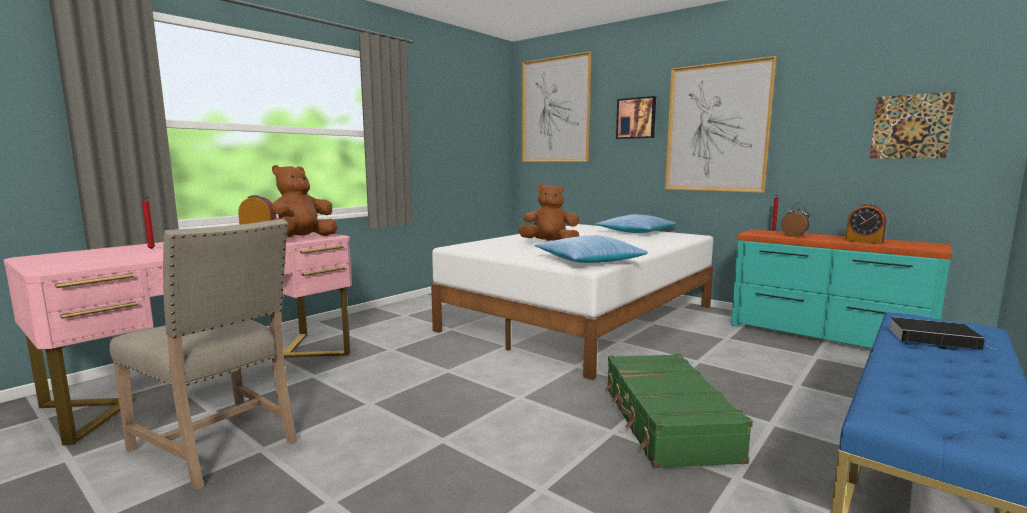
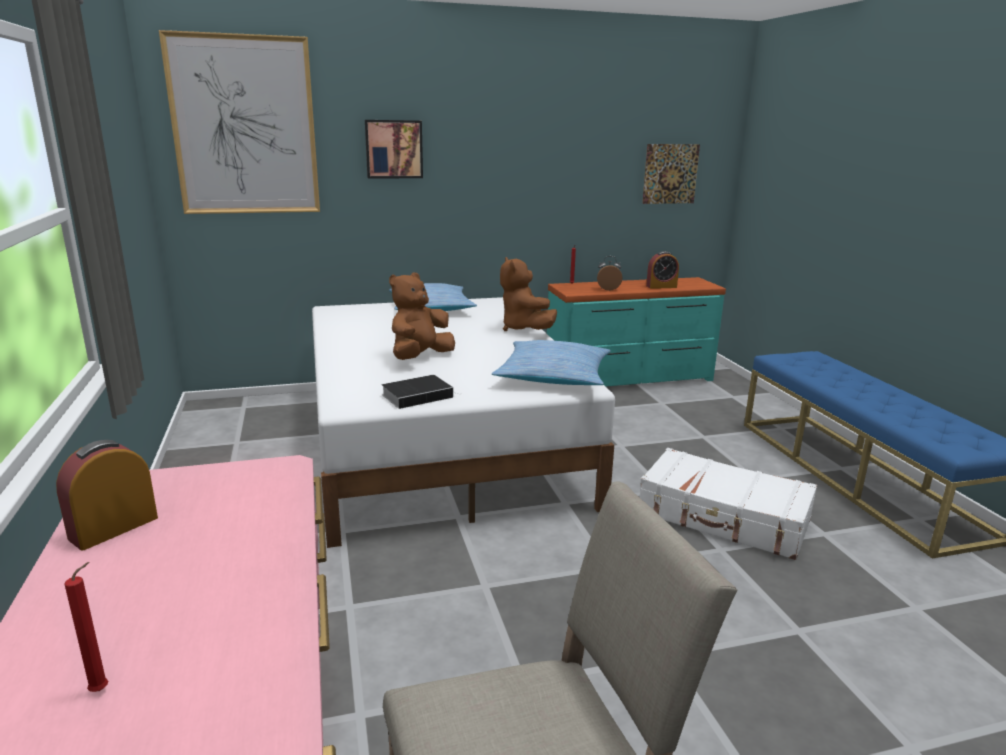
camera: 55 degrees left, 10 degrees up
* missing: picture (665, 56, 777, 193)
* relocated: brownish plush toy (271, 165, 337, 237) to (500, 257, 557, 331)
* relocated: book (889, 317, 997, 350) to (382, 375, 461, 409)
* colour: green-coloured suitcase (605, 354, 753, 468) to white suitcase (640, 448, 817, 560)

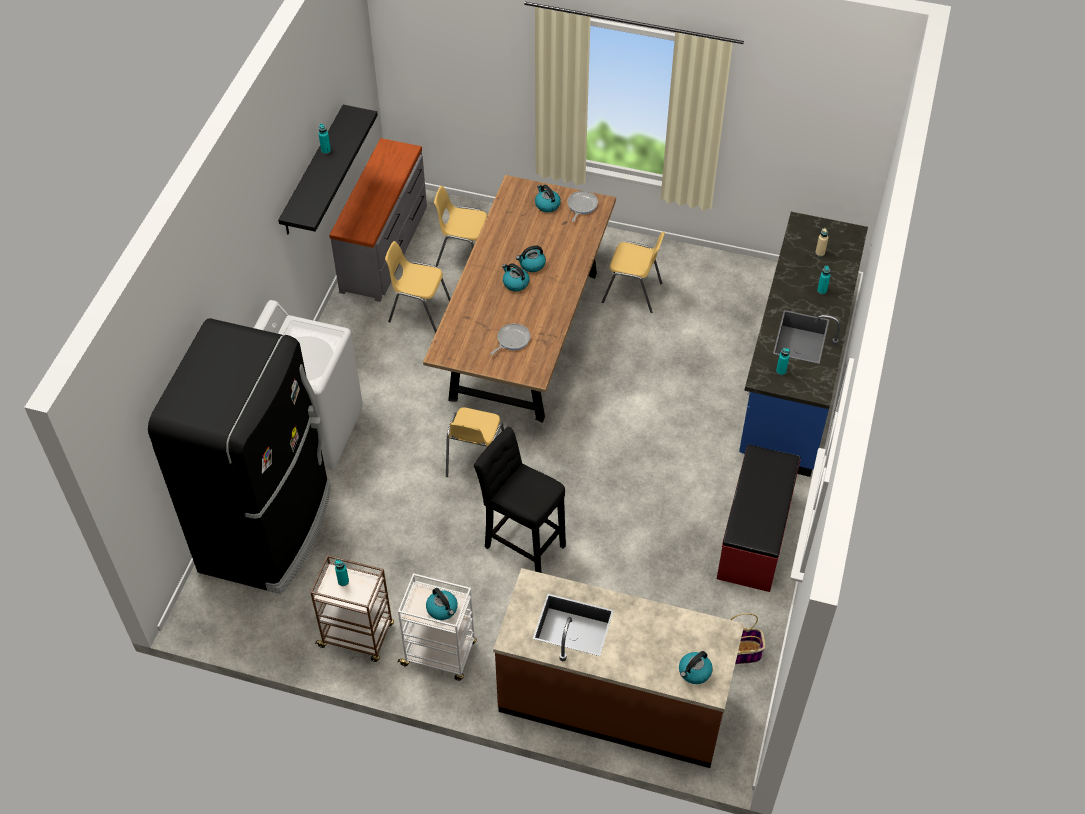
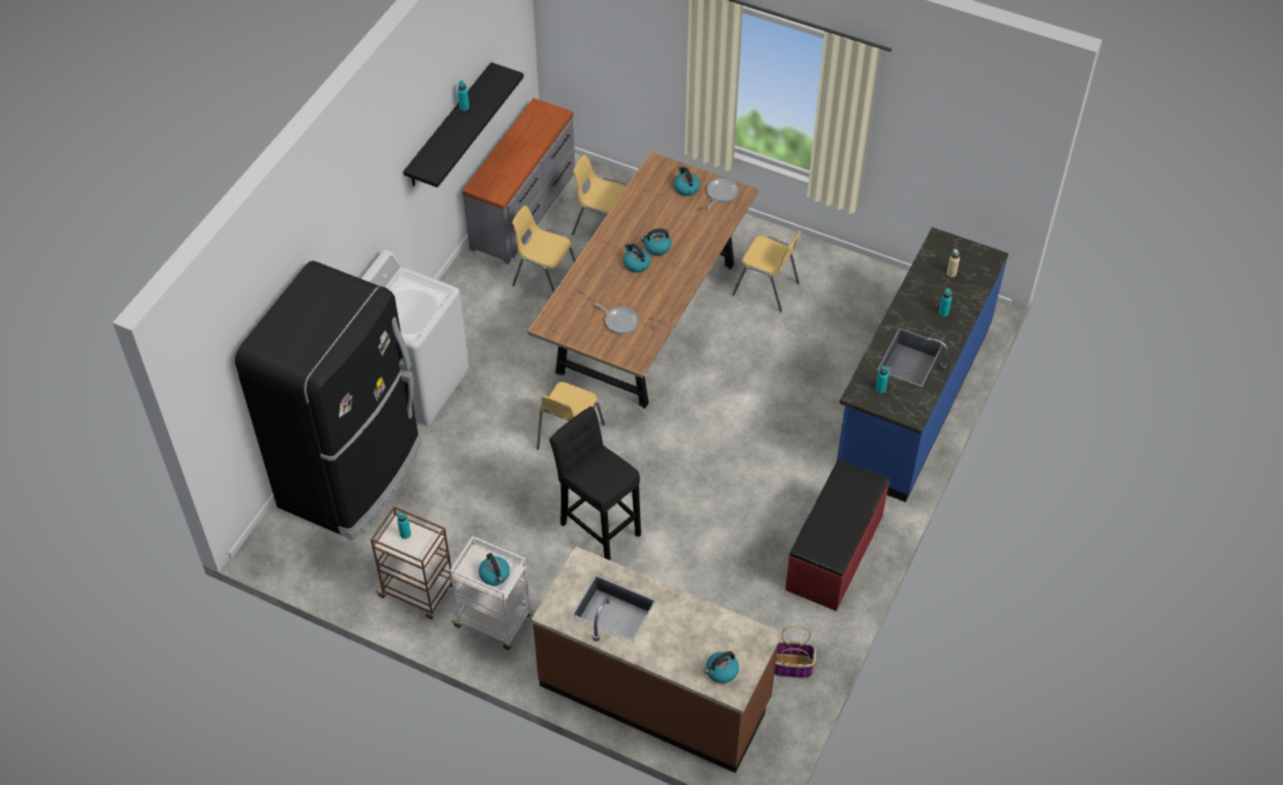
camera: 10 degrees right, 0 degrees up
* spun: skillet (490, 323, 531, 355) = (595, 303, 639, 334) 75 degrees clockwise

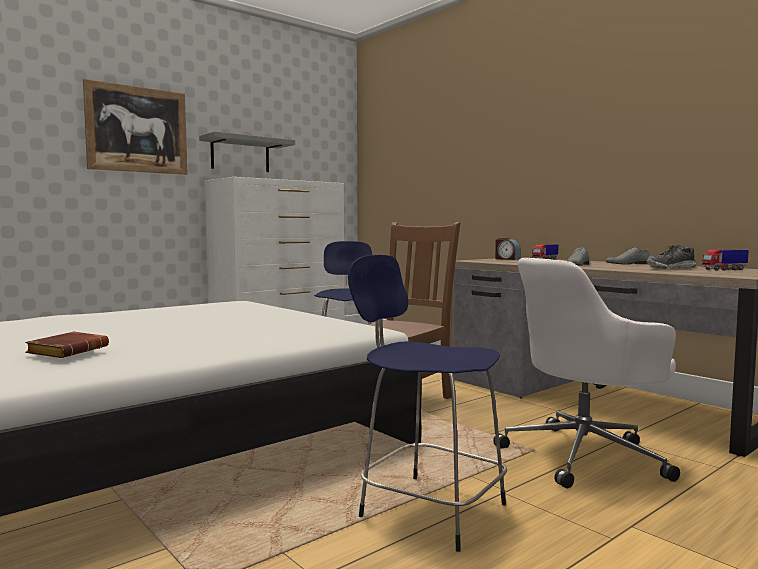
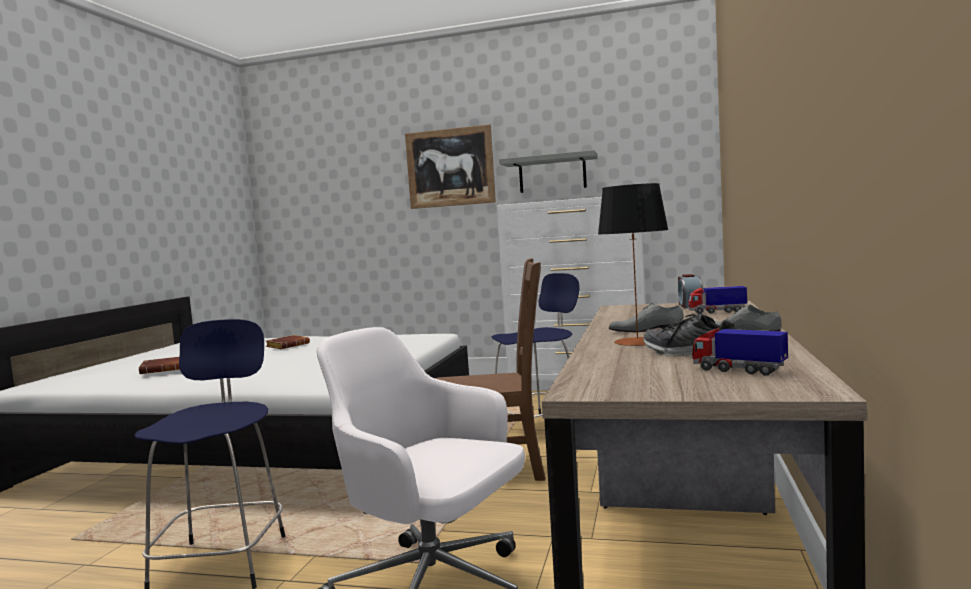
camera: 55 degrees right, 0 degrees up
* appeared: brownish book (266, 335, 310, 349)
* appeared: lamp for a table (598, 183, 668, 346)

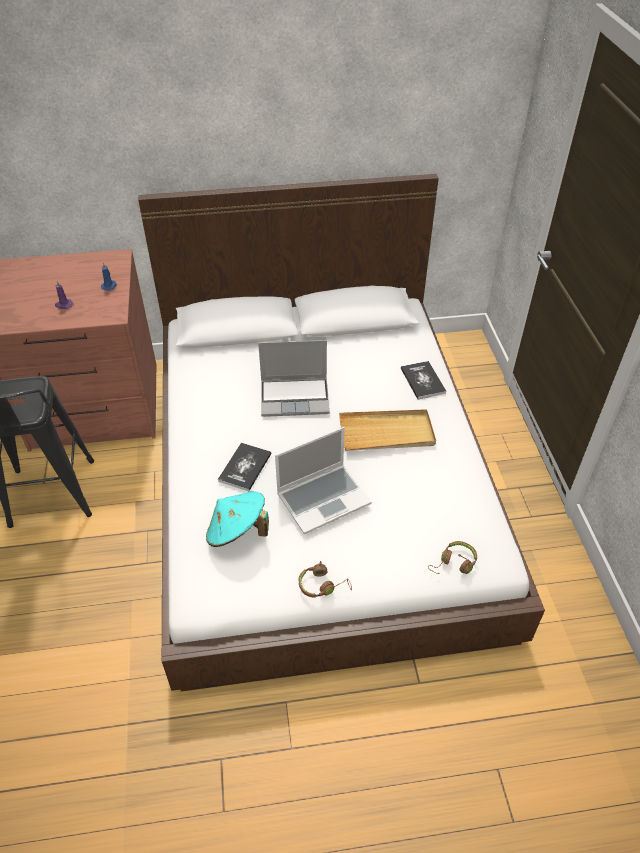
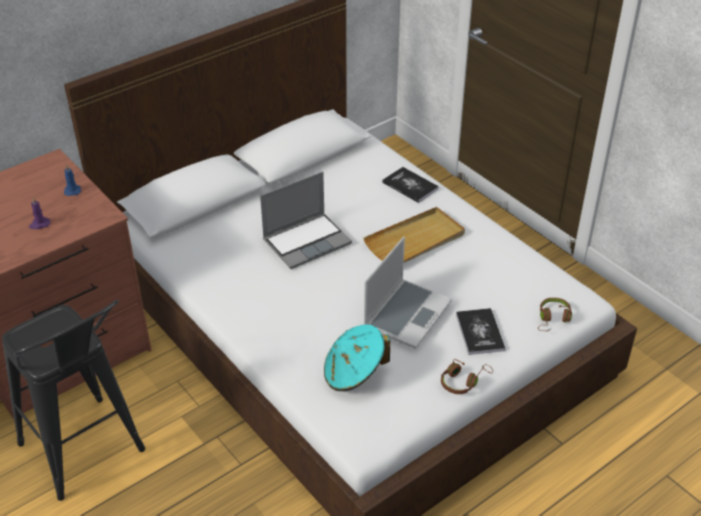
camera: 30 degrees left, 5 degrees down
* relocated: book (218, 443, 271, 492) to (456, 308, 505, 355)

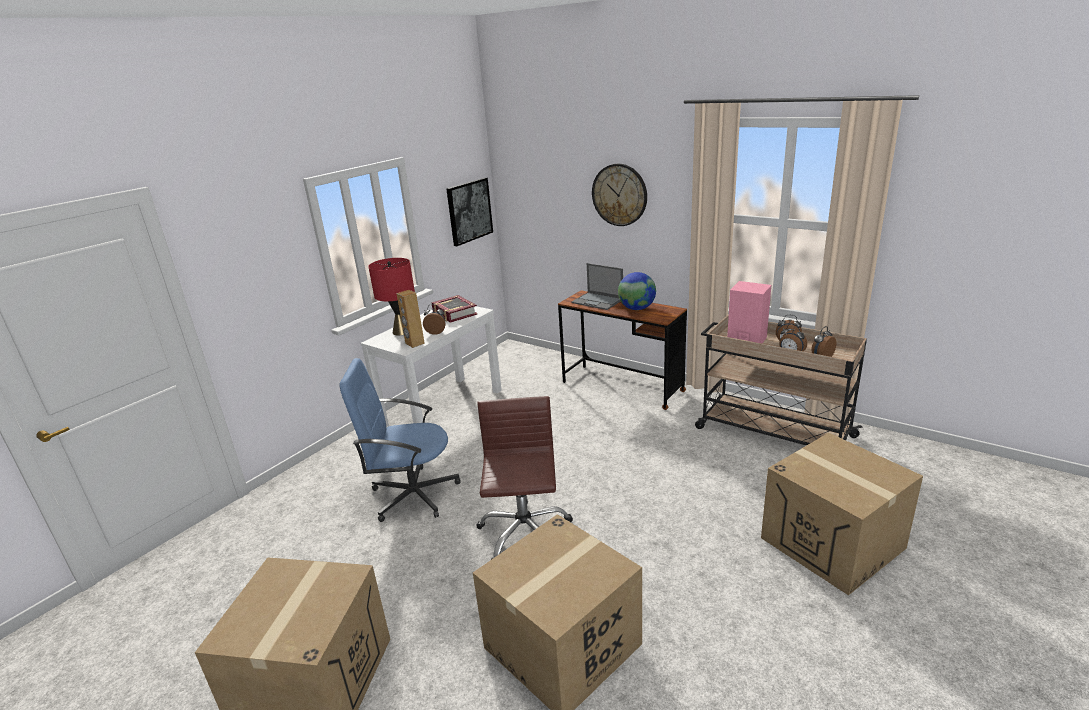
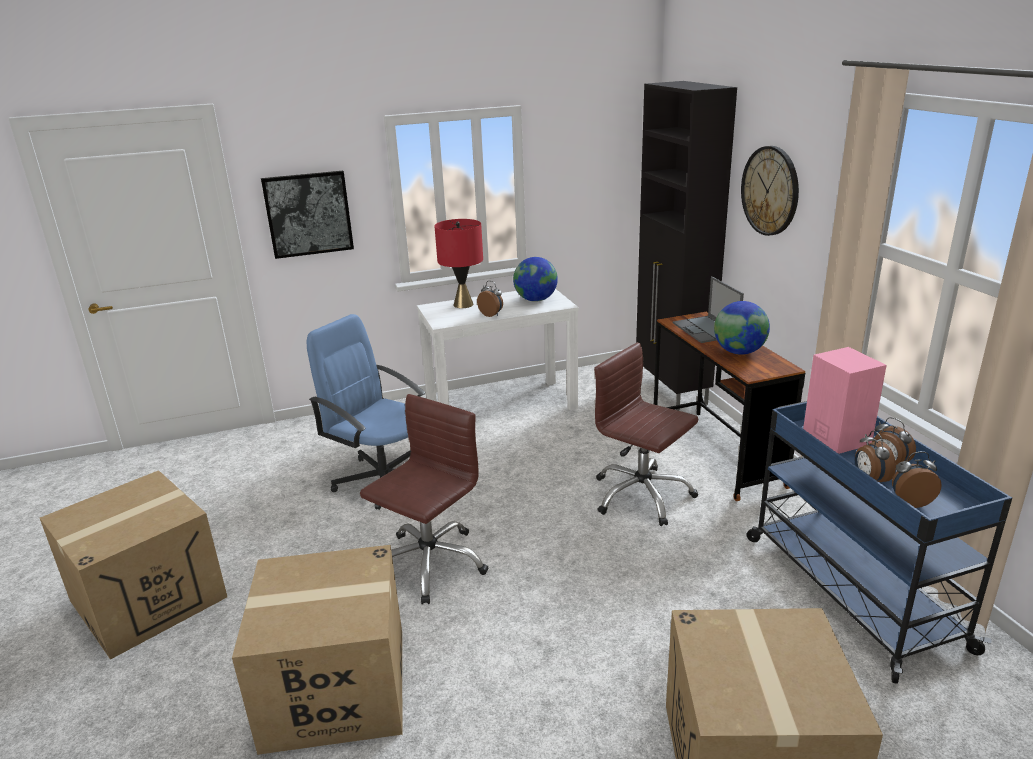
camera: 35 degrees right, 0 degrees up
* missing: brownish audio speaker (396, 290, 425, 348)
* appeared: brownish office chair (594, 342, 698, 526)
* appeared: black-coloured cabinet (636, 81, 737, 411)
* relocated: picture (446, 178, 493, 246) to (261, 171, 354, 259)
* exchanged: book (431, 295, 478, 323) to globe (513, 257, 558, 302)
* colour: sand-coloured trolley (695, 315, 867, 446) to bluish trolley (746, 401, 1012, 684)

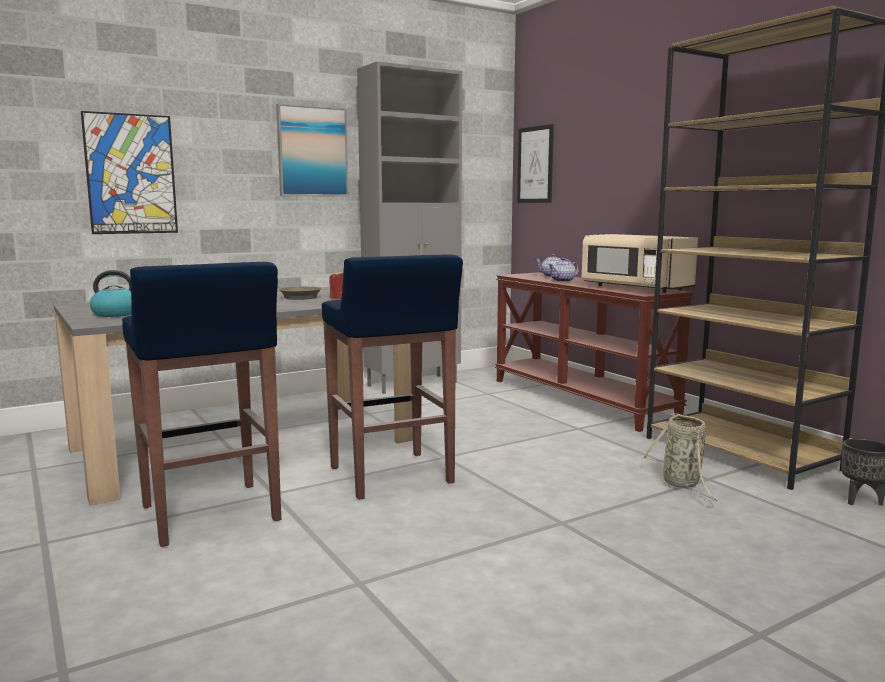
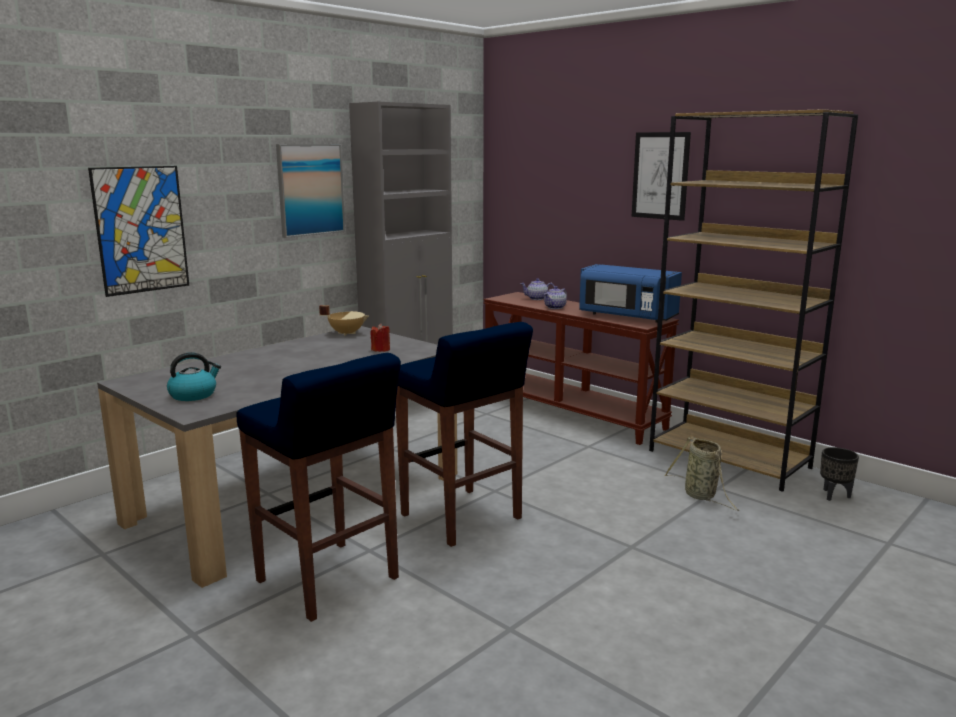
camera: 15 degrees left, 5 degrees up
* missing: brownish skillet (279, 287, 322, 300)
* appeared: sand-coloured stockpot (319, 305, 369, 336)
* relocated: picture (517, 124, 554, 203) to (632, 132, 691, 221)
* colour: sand-coloured microwave (582, 234, 698, 293) to bluish microwave (579, 264, 682, 323)

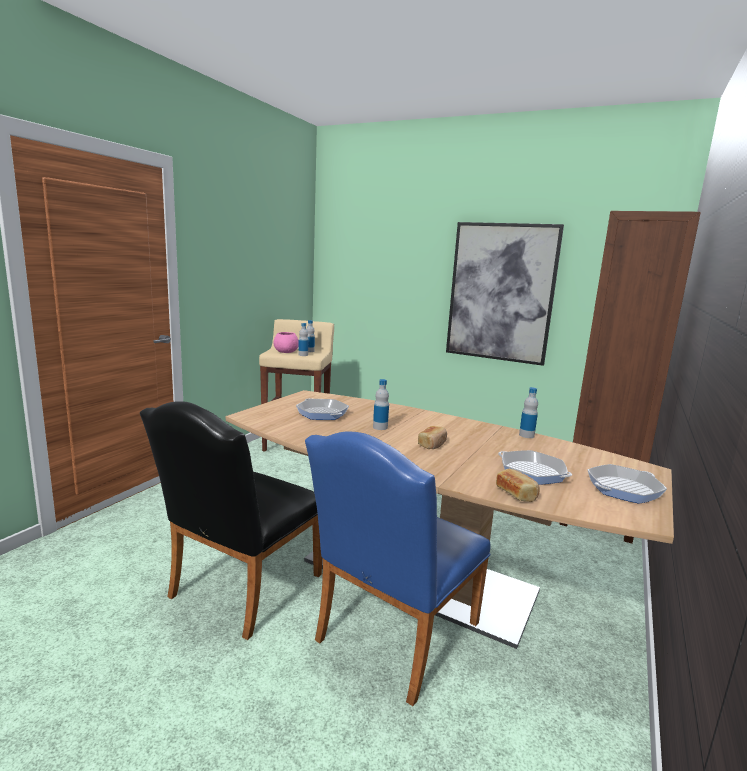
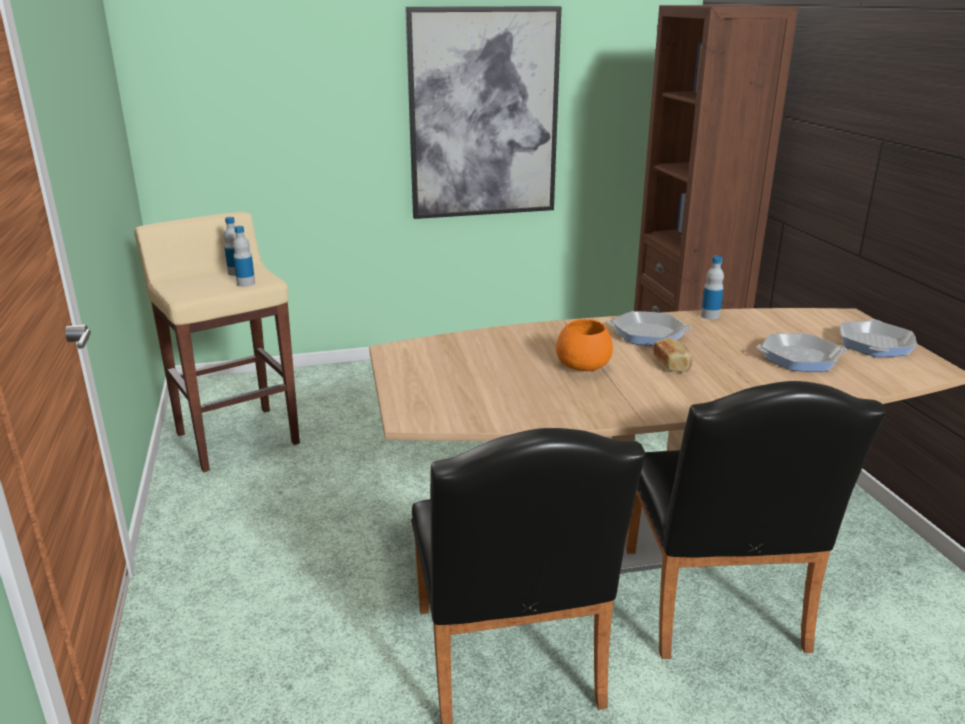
camera: 40 degrees left, 10 degrees up
* missing: pink-coloured bowl (274, 332, 299, 353)
* missing: bread (496, 469, 540, 502)
* relocated: skillet (296, 398, 349, 420) to (607, 311, 692, 346)
* exchanged: drink bottle (373, 379, 389, 430) to orange bowl (556, 319, 613, 371)
* colour: bluish chair (305, 432, 491, 706) to black-coloured chair (626, 381, 886, 659)

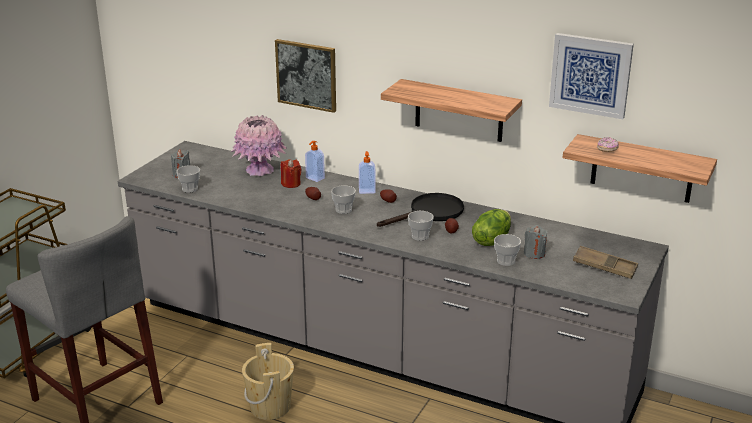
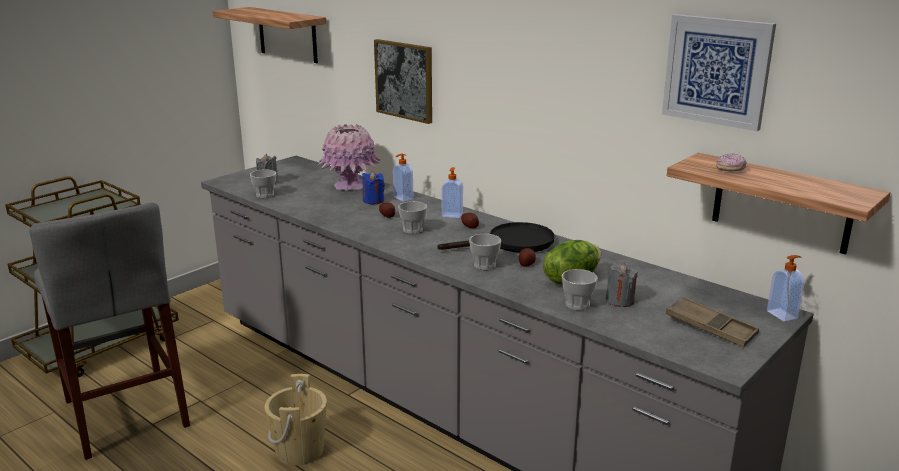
camera: 15 degrees right, 5 degrees down
* appeared: soap bottle (767, 255, 805, 321)
* relocated: wall shelf (381, 79, 522, 142) to (213, 7, 326, 63)
* colour: reddish wax candle (281, 159, 302, 188) to bluish wax candle (362, 171, 385, 204)

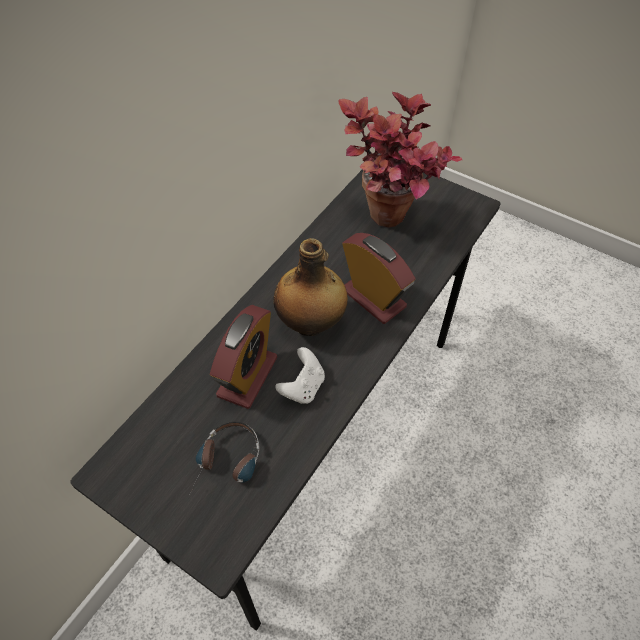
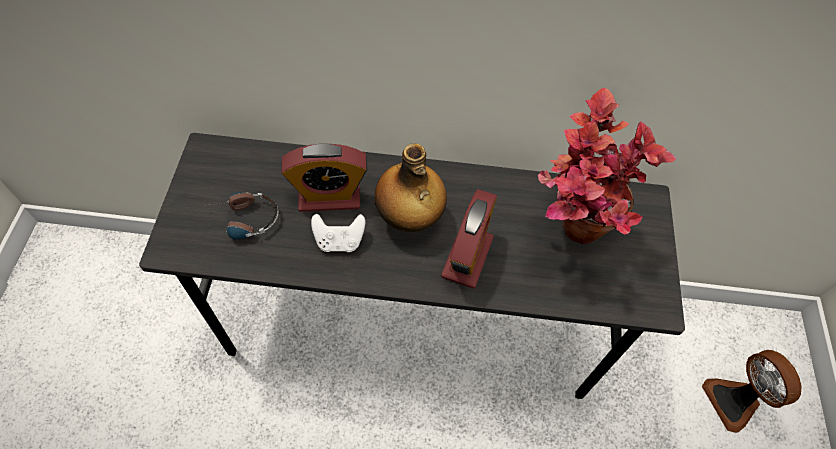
camera: 60 degrees right, 5 degrees up
* appeared: fan (702, 350, 802, 433)

